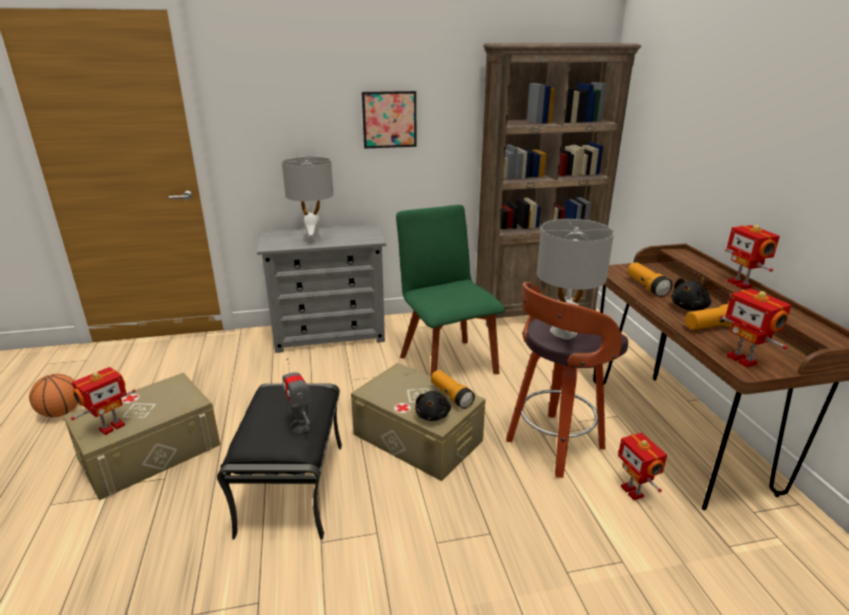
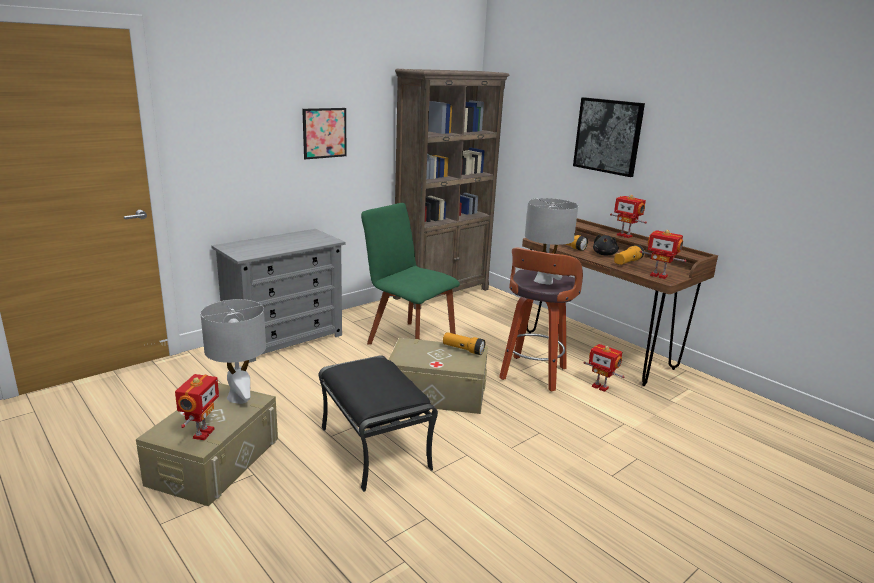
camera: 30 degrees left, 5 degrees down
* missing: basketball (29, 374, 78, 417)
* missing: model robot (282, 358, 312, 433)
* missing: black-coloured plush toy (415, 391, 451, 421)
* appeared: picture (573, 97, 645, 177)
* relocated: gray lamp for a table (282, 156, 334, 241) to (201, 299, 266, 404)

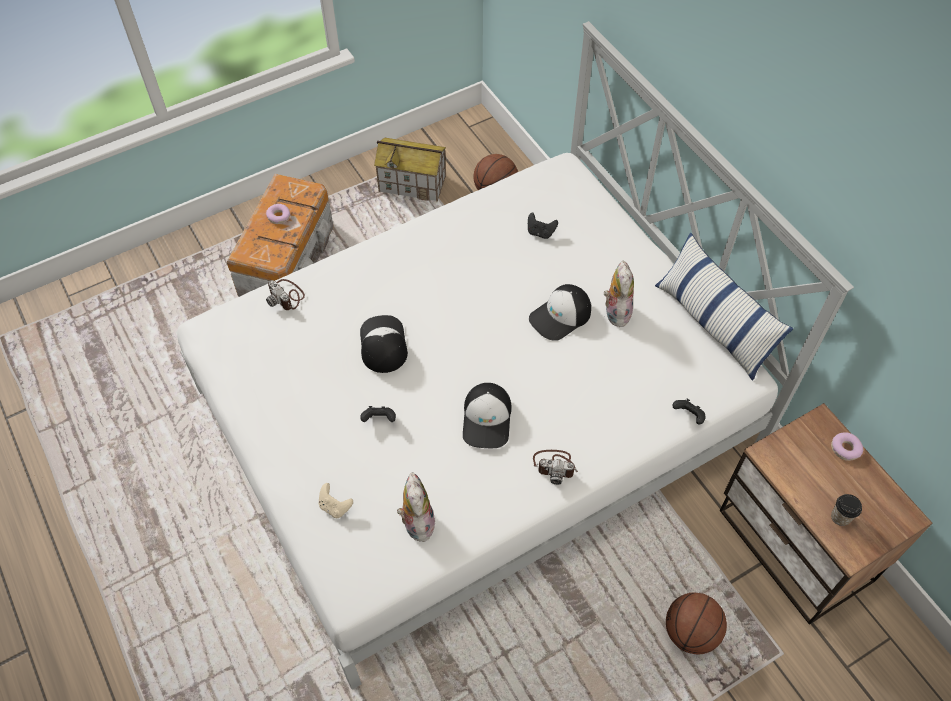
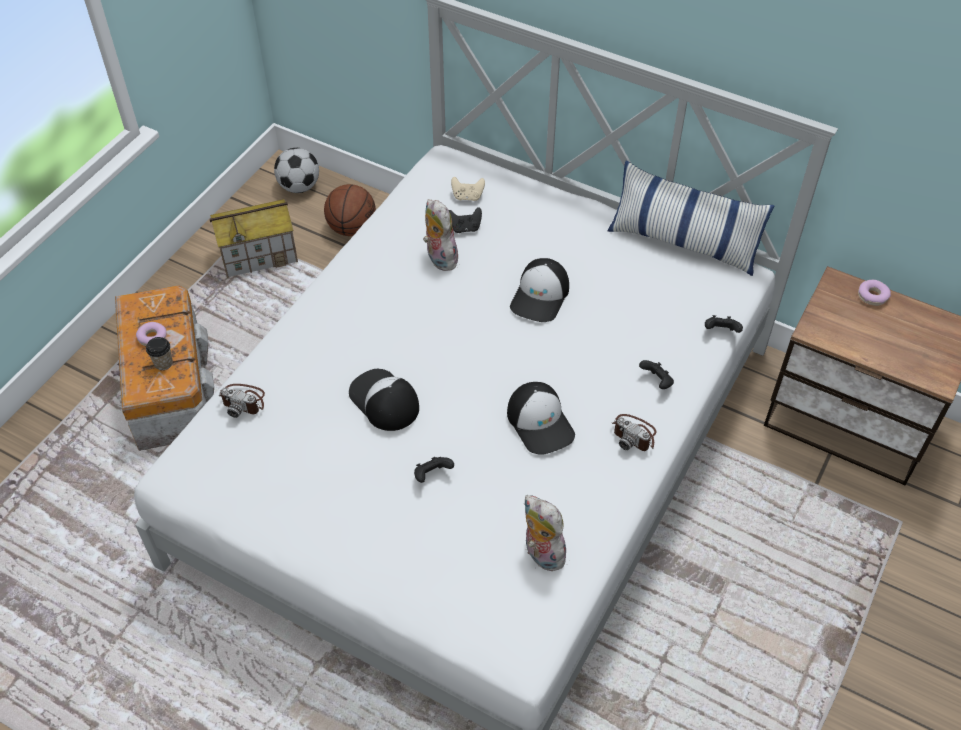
camera: 30 degrees left, 5 degrees down
* missing: basketball (666, 593, 727, 654)
* appeared: ball for football (274, 148, 319, 193)
* appeared: black-coloured joypad (639, 360, 674, 389)
* relocated: sand-coloured joypad (319, 483, 353, 518) to (451, 177, 485, 201)
* relocated: plush toy (604, 260, 634, 327) to (423, 199, 458, 271)
* relocated: small cup (831, 494, 862, 526) to (146, 337, 173, 370)
* spun: photo camera (533, 450, 578, 485) = (613, 414, 656, 451) 60 degrees clockwise

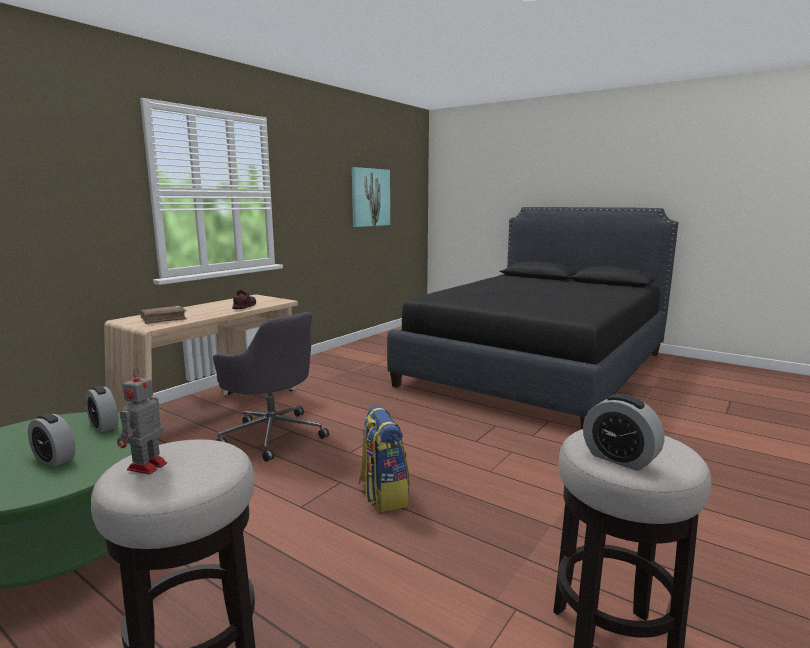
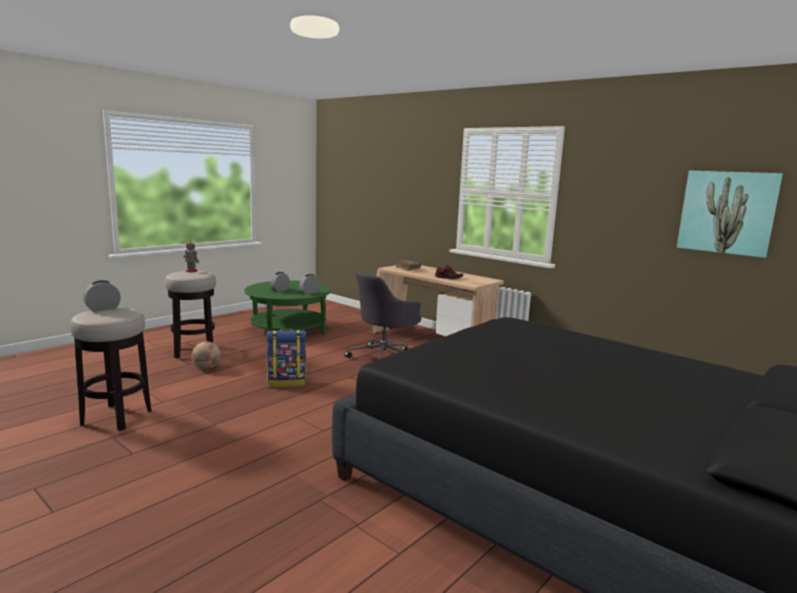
camera: 95 degrees right, 0 degrees up
* appeared: basketball (192, 341, 221, 369)

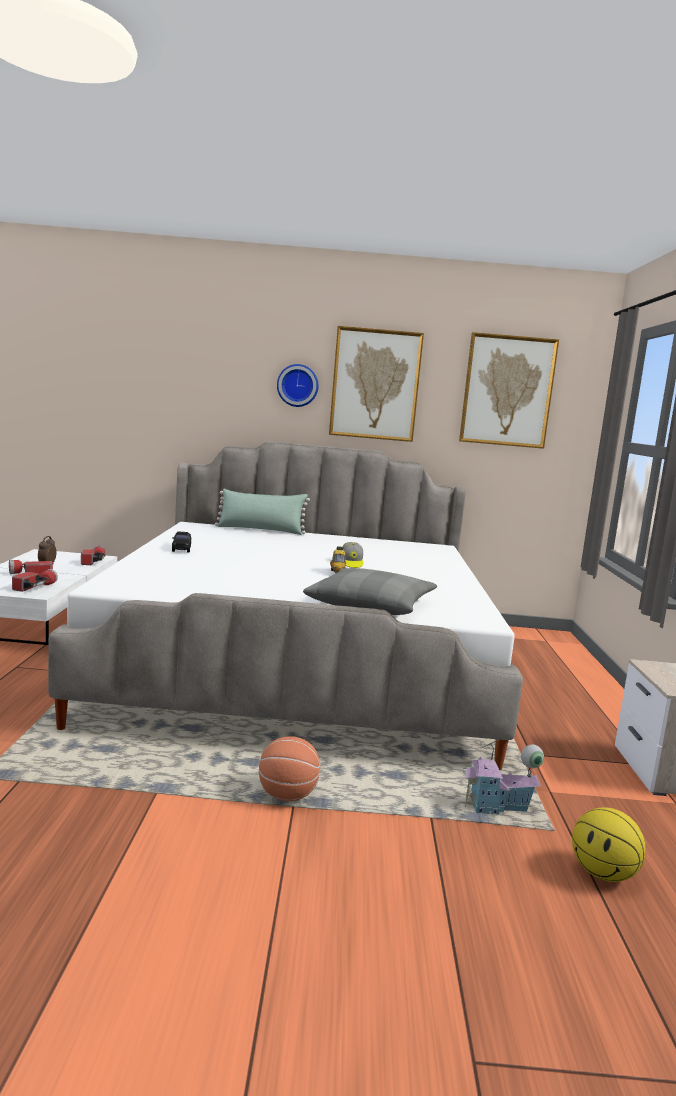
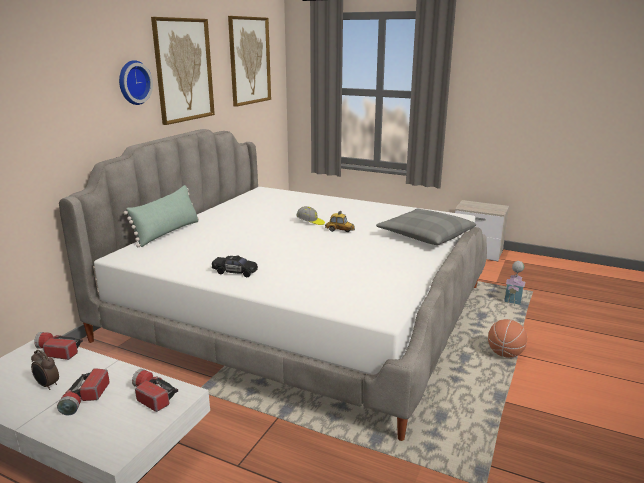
camera: 65 degrees left, 10 degrees up
* missing: basketball (572, 807, 646, 882)

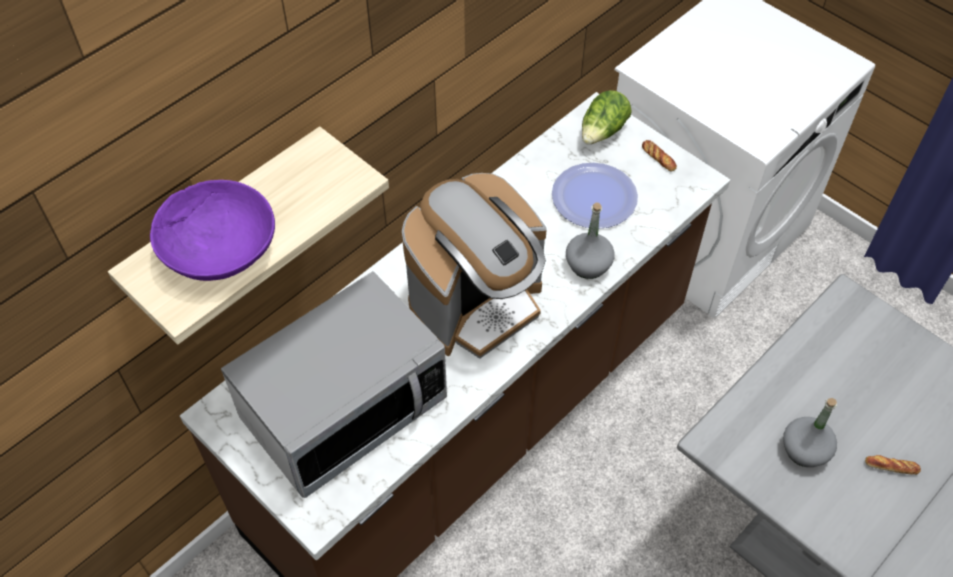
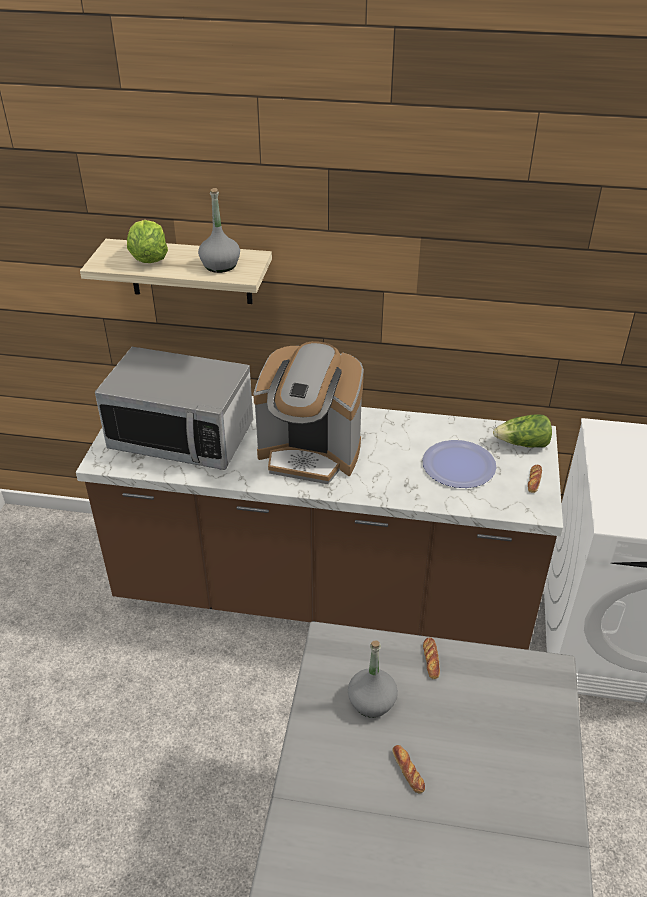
camera: 55 degrees right, 15 degrees down
* appeared: bread (423, 638, 440, 679)
* relocated: gray drink bottle (566, 202, 615, 279) to (198, 188, 240, 273)
* exchanged: purple-coloured bowl (150, 180, 275, 281) to head of lettuce (127, 220, 168, 263)

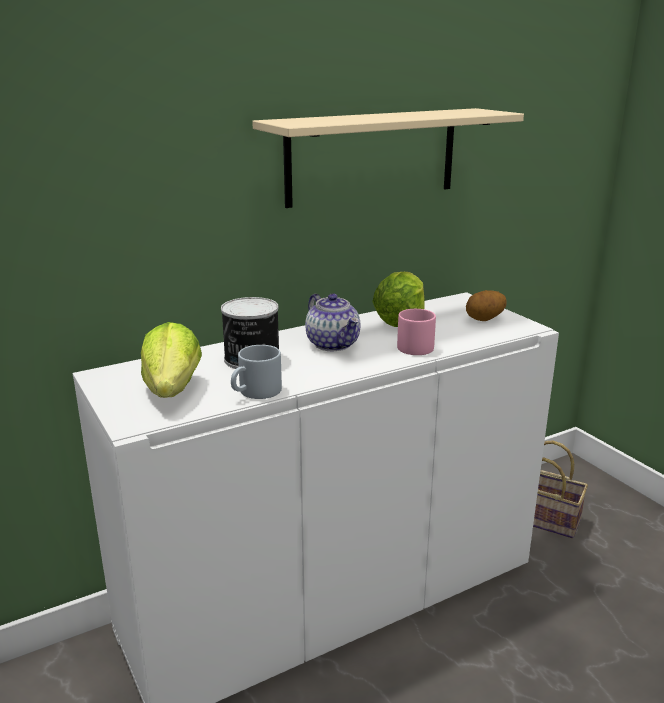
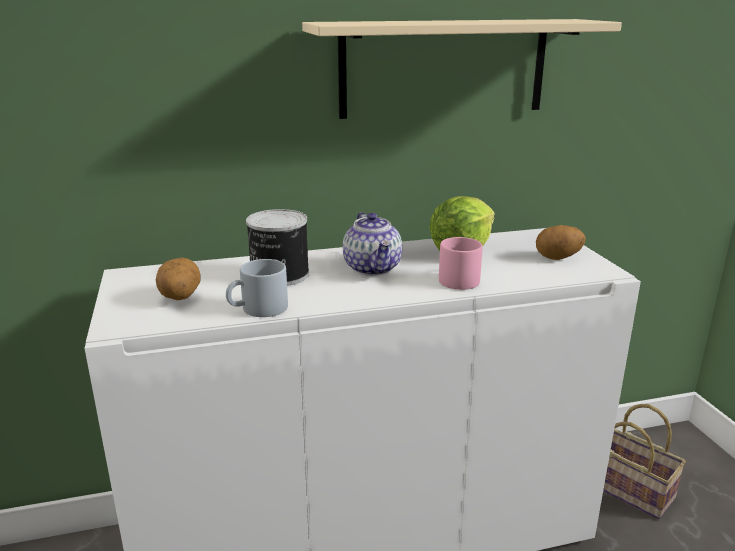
camera: 15 degrees right, 0 degrees up
* exchanged: head of lettuce (141, 322, 202, 398) to whole potato (156, 258, 201, 300)

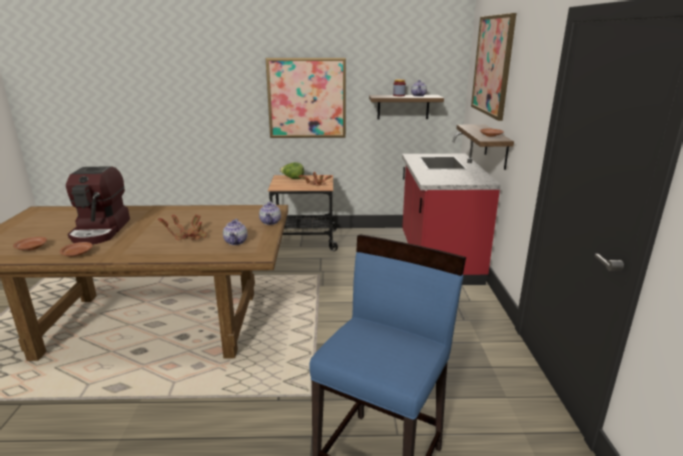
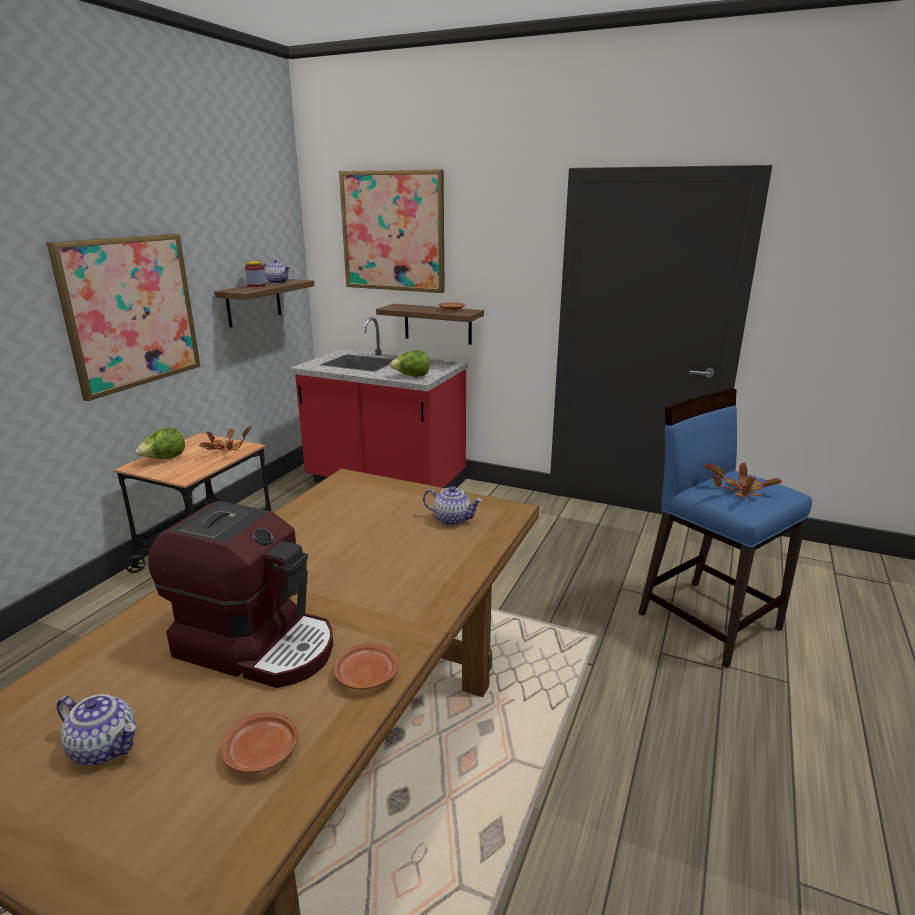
camera: 65 degrees left, 0 degrees up
* appeared: head of lettuce (390, 350, 430, 377)
* relocated: houseplant (158, 214, 207, 240) to (703, 463, 782, 497)
* relocated: tea pot (259, 201, 281, 225) to (57, 694, 136, 766)

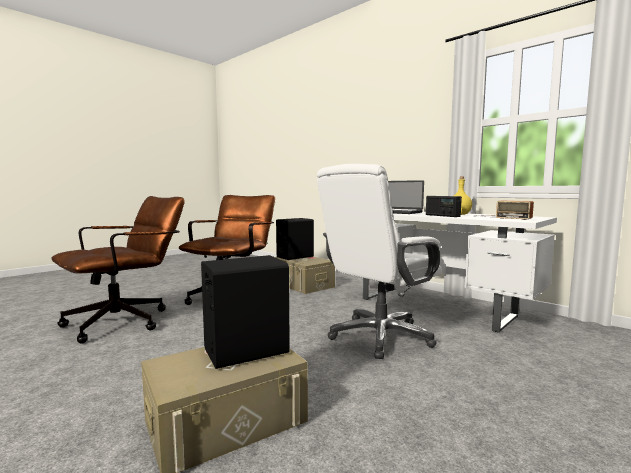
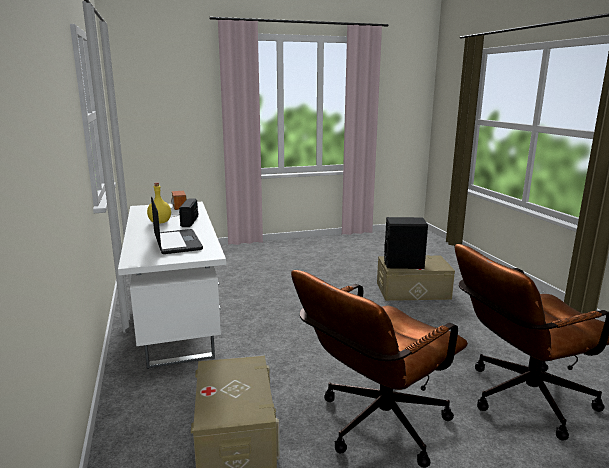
camera: 150 degrees left, 10 degrees up
* missing: black-coloured audio speaker (276, 218, 314, 260)
* missing: white office chair (317, 164, 445, 359)

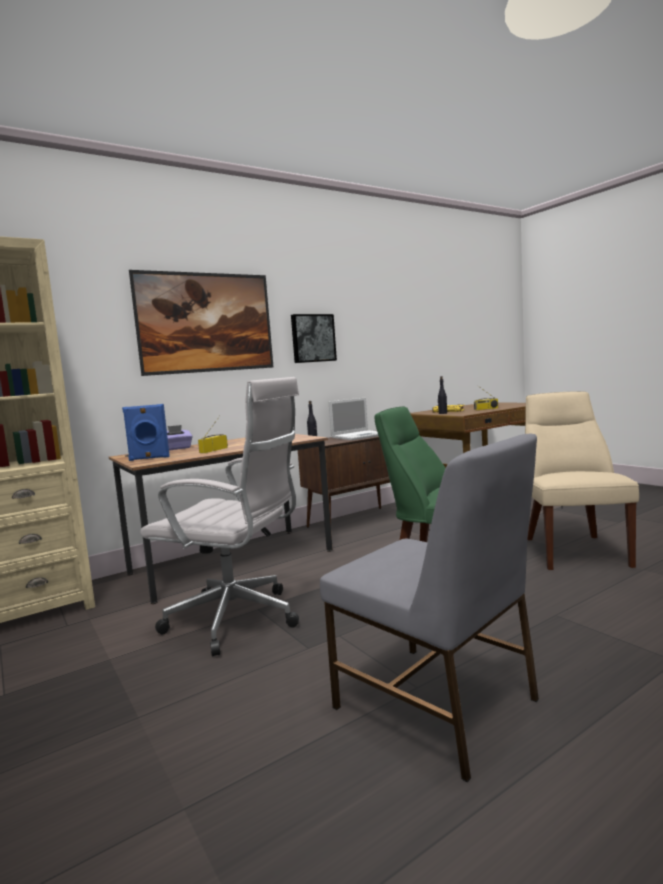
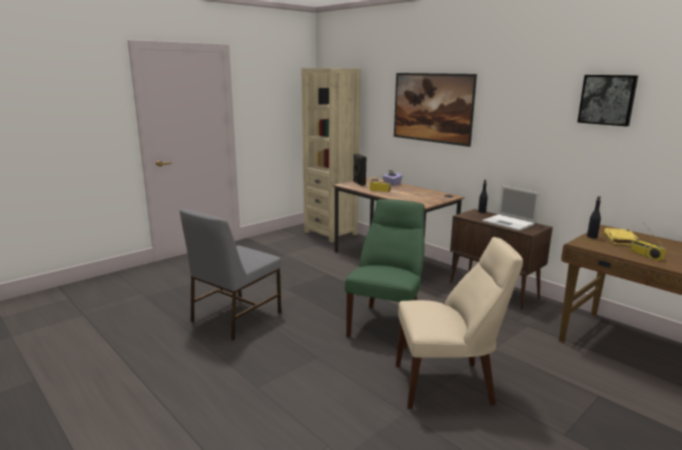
camera: 80 degrees right, 10 degrees up
* missing: white office chair (140, 377, 299, 657)
* relocated: picture (291, 314, 337, 363) to (577, 75, 638, 126)
* colour: bluish audio speaker (122, 404, 170, 461) to black-coloured audio speaker (353, 154, 366, 186)

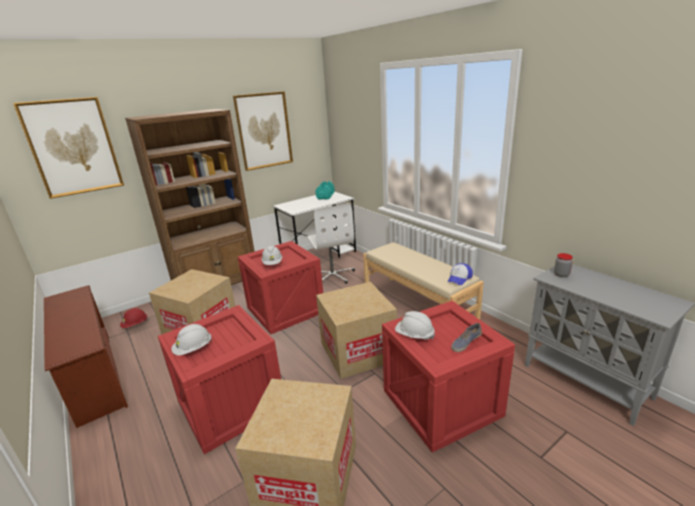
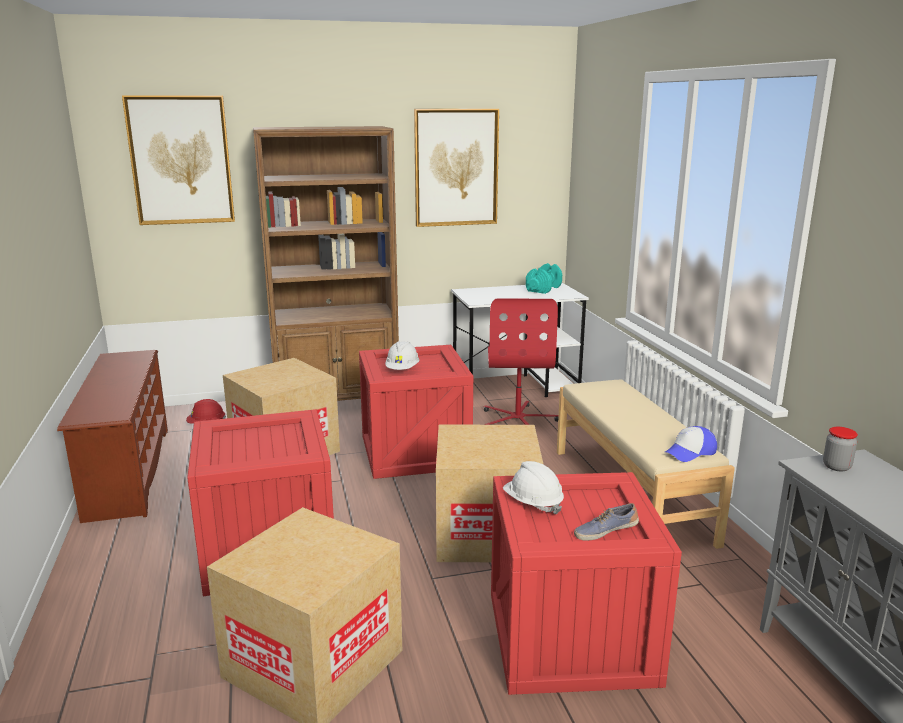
camera: 20 degrees right, 5 degrees down
* missing: white safety helmet (171, 324, 212, 355)
* colour: white office chair (307, 204, 355, 284) to reddish office chair (484, 298, 559, 425)

